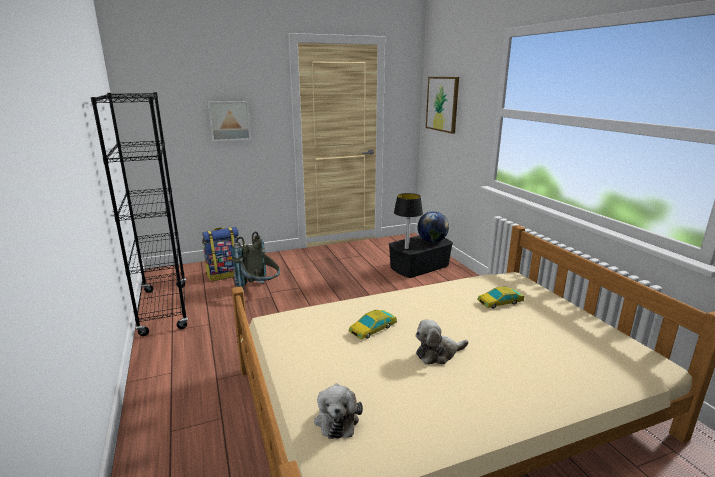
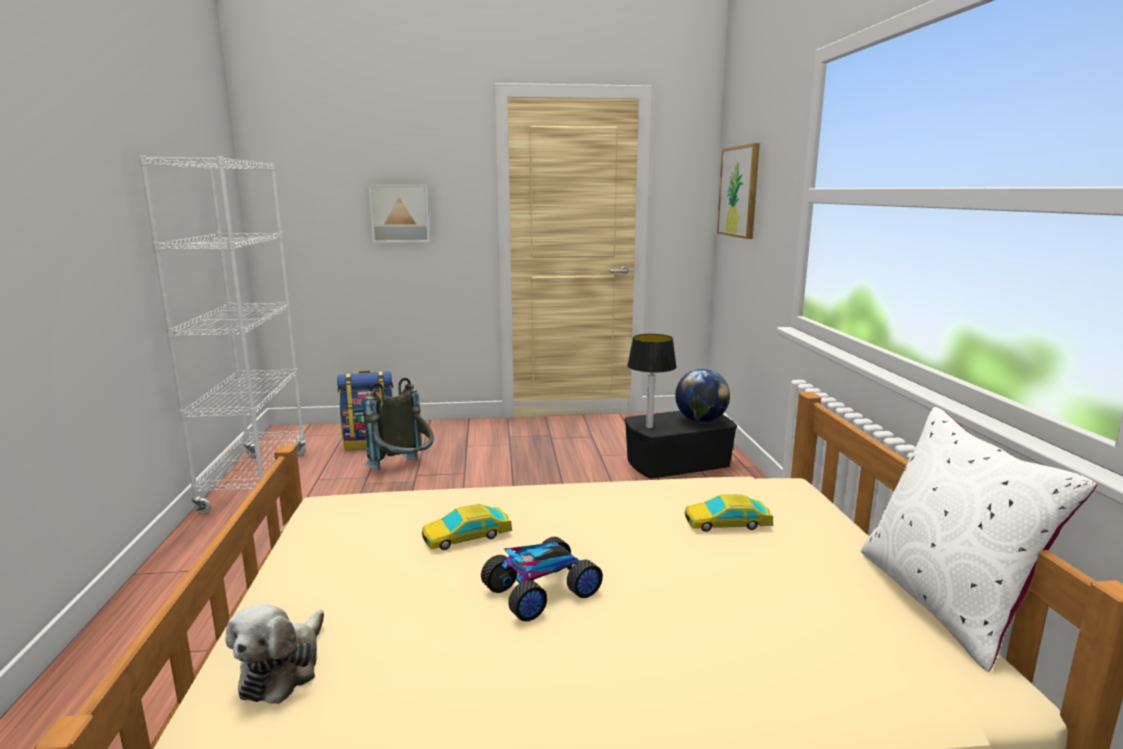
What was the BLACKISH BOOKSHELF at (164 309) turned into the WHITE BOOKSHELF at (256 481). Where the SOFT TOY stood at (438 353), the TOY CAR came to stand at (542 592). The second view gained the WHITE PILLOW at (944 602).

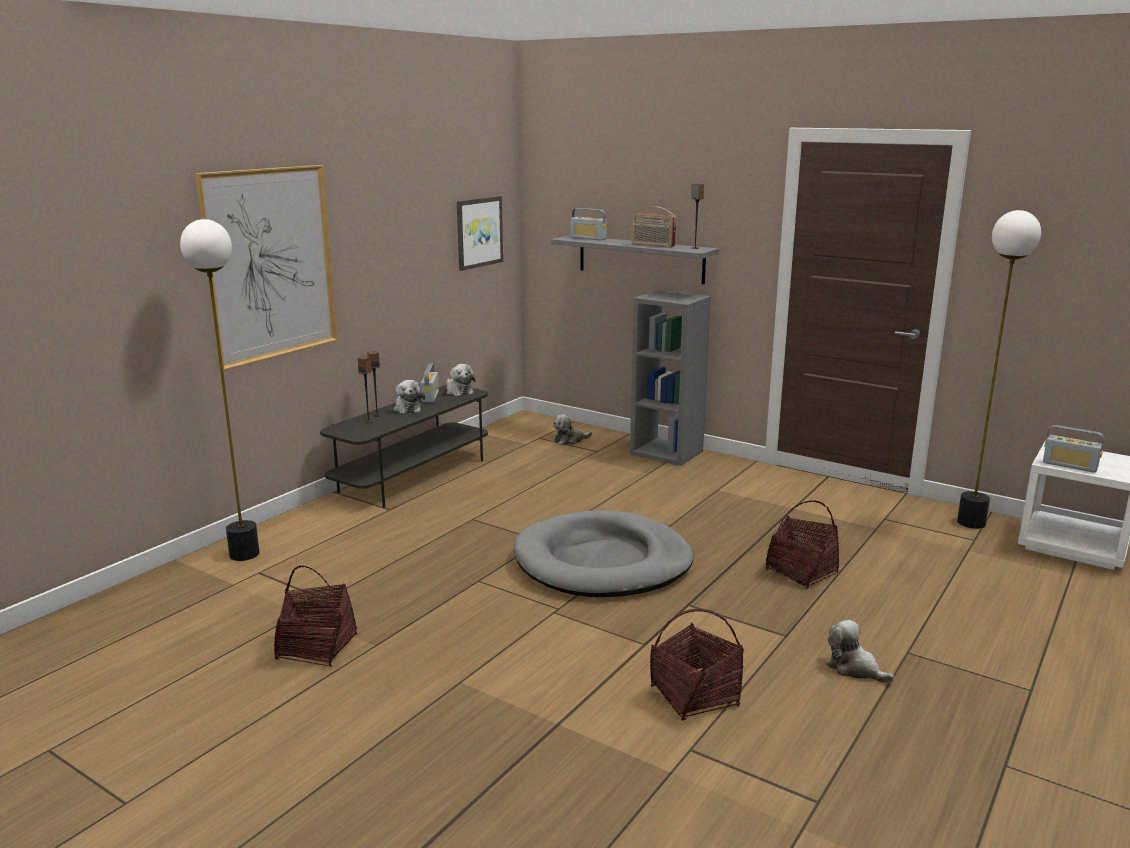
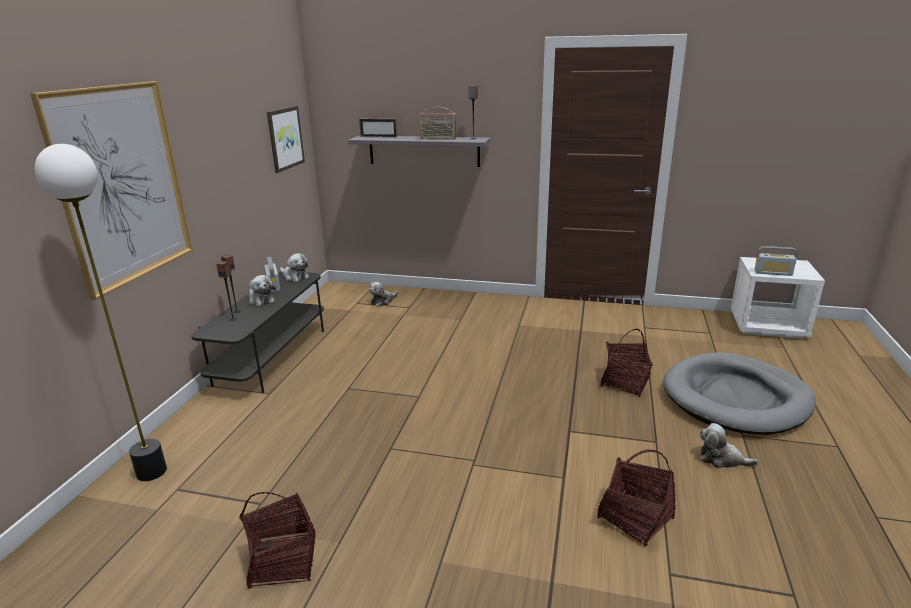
Where the RADIO RECEIVER stood at (588 238), the STANDING FRAME came to stand at (378 137). The second view lost the STANDING LAMP at (971 523). The second view lost the GREYISH BOOKSHELF at (667 452). The GREYISH DOG CUSHION ended up elsewhere, having gone from (603 562) to (736 398).

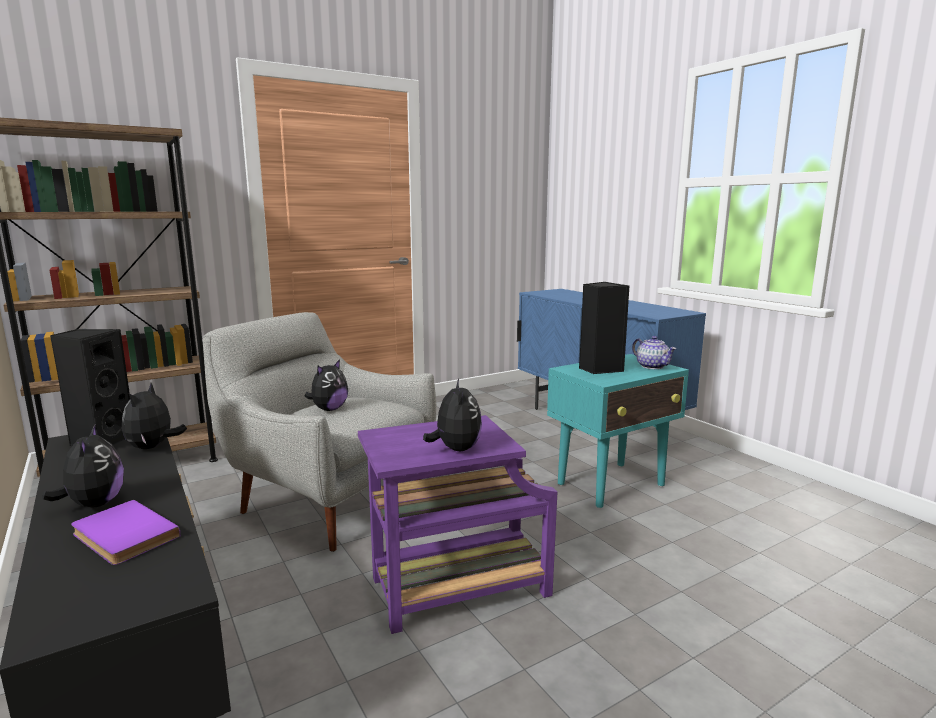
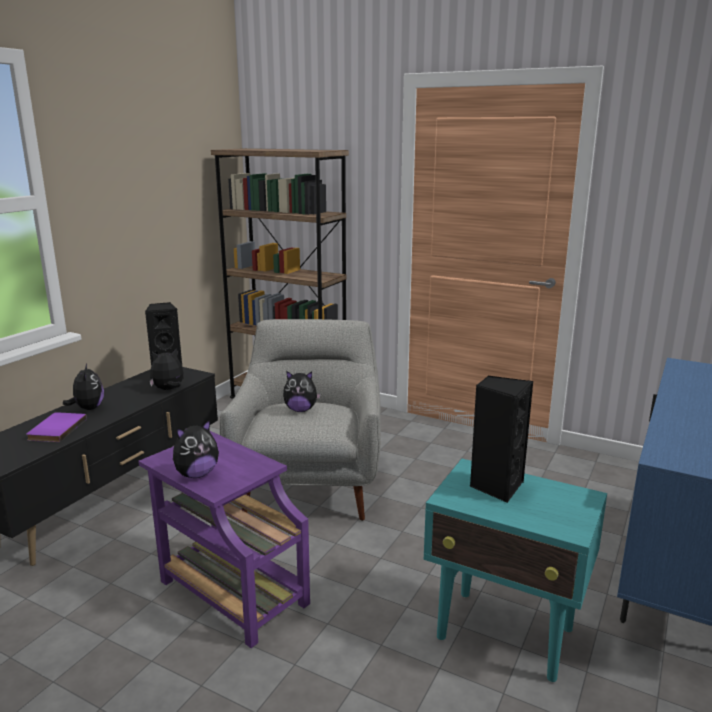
The second view lost the TEAPOT at (652 366). The SOFT TOY at (94 504) ended up facing another way, 60 degrees counterclockwise from before.

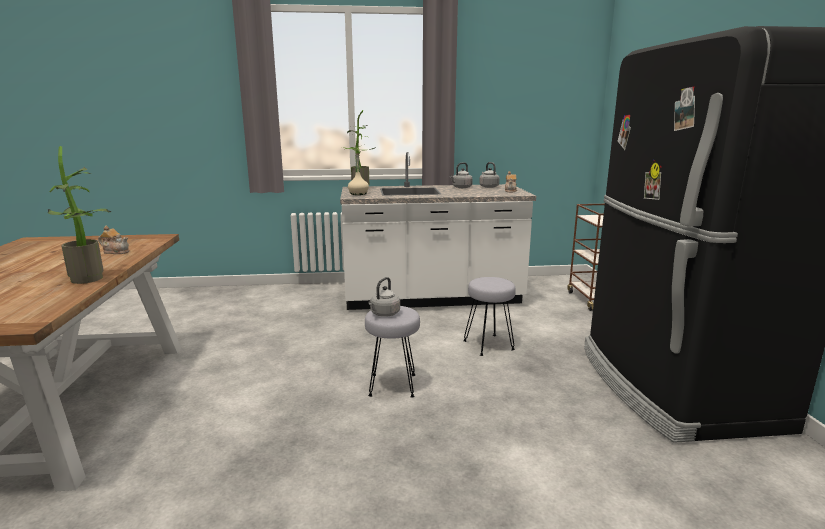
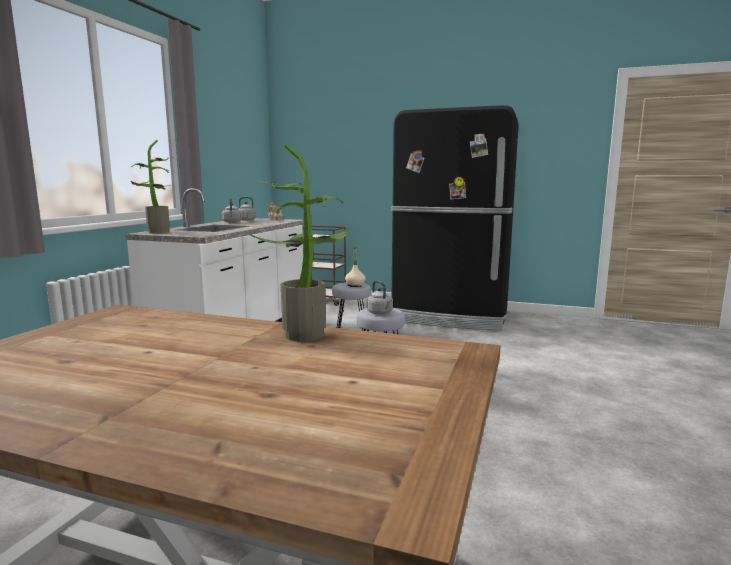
The BEIGE-COLOURED DRINK BOTTLE ended up elsewhere, having gone from (358 194) to (355 285). The second view lost the TEAPOT at (116 251).

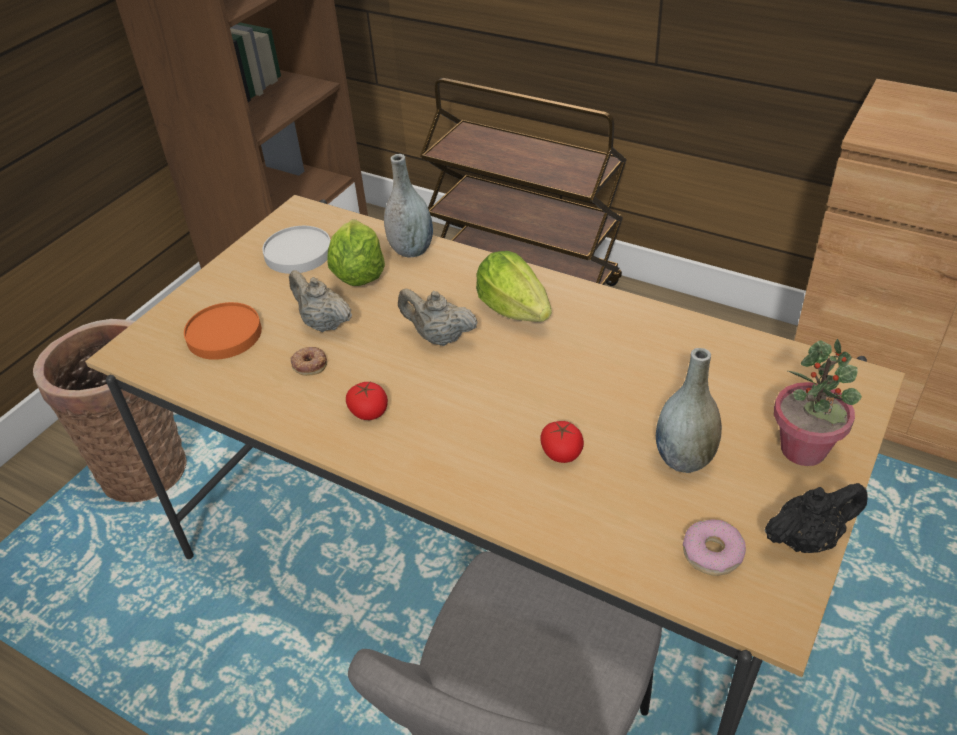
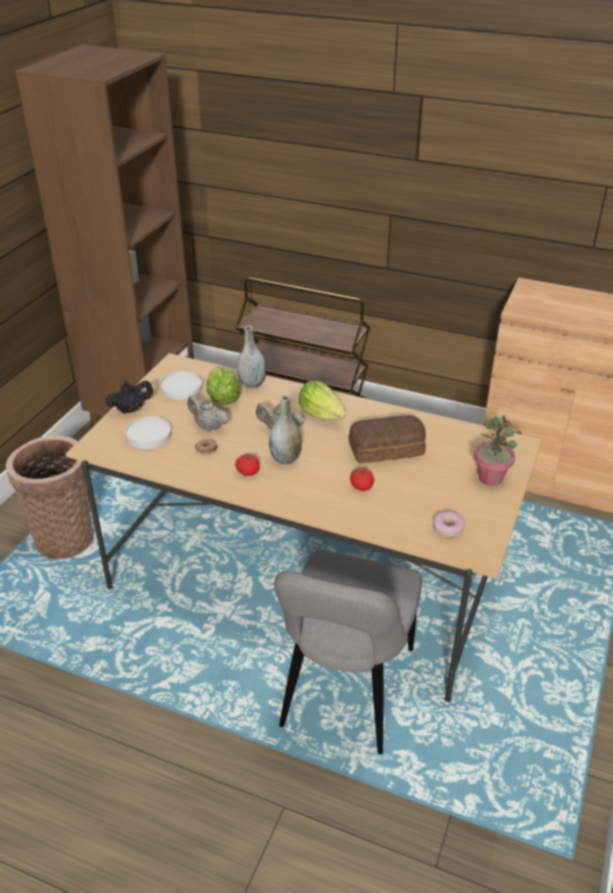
What was the ORANGE DINNER PLATE at (224 334) turned into the WHITE DINNER PLATE at (149 435). The GREYISH VASE ended up elsewhere, having gone from (684 459) to (285 459). The BLACKISH TEAPOT ended up elsewhere, having gone from (807 539) to (131 409). The second view gained the BAKERY BREAD at (387 449).

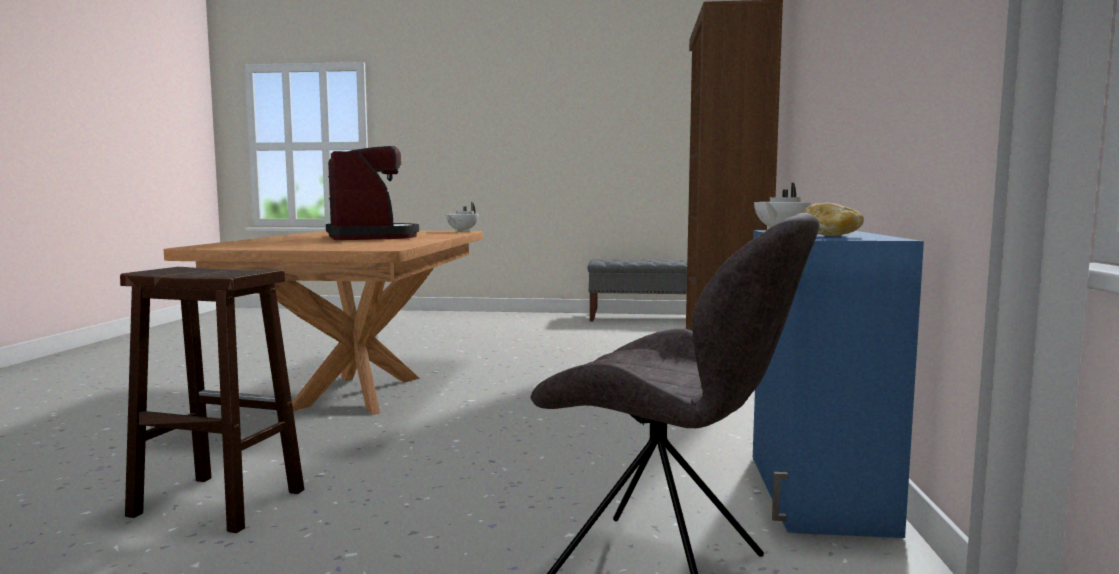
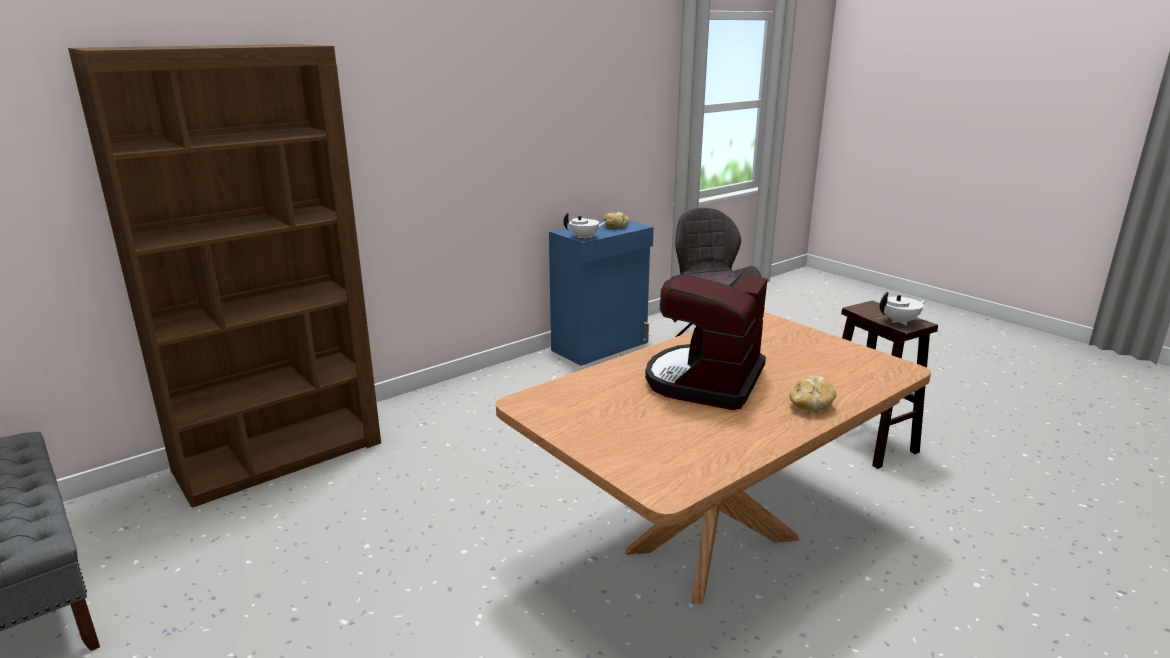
The WHITE TEAPOT ended up elsewhere, having gone from (461 231) to (900 321). The second view gained the BAKERY BREAD at (810 405).

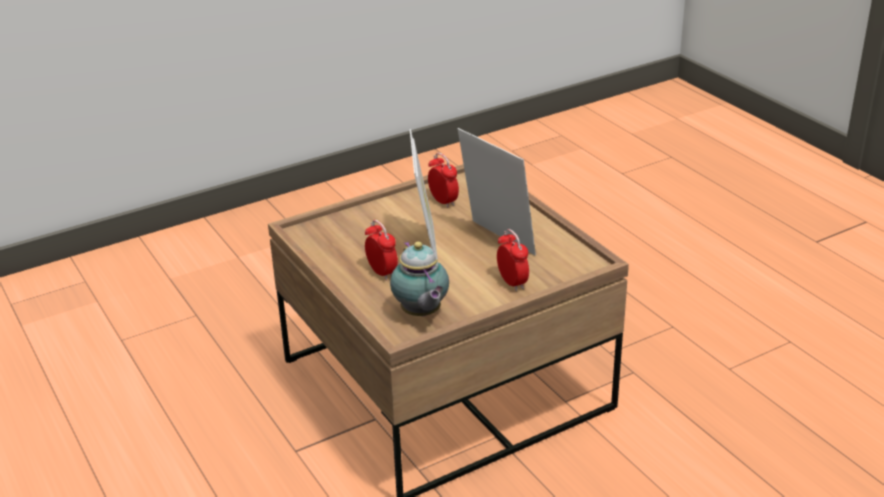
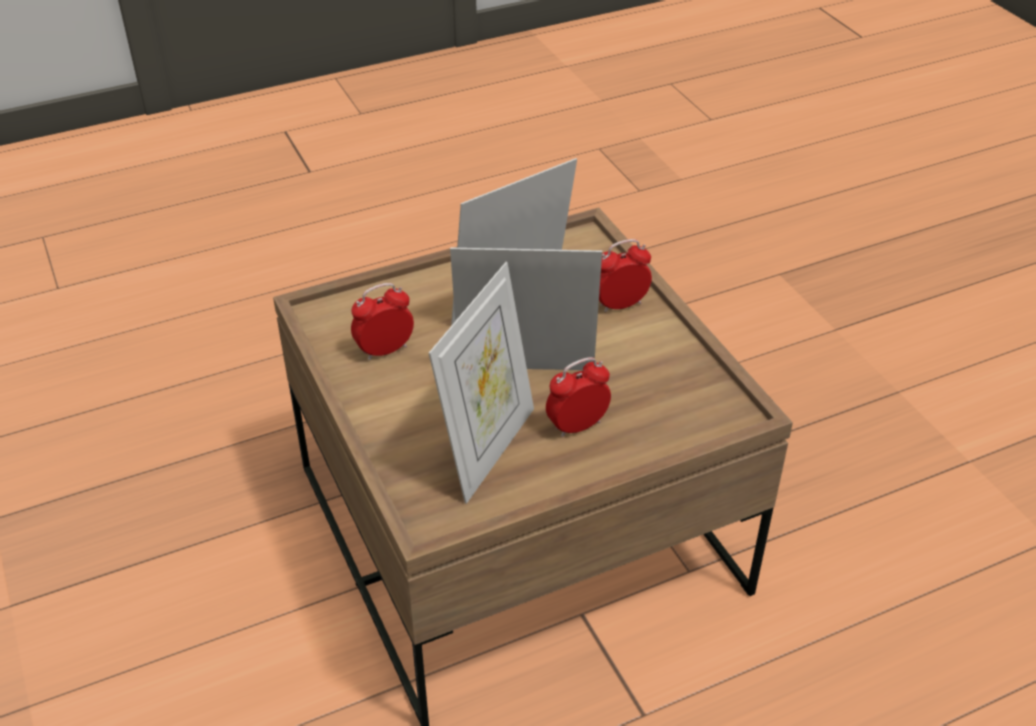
The second view lost the TEAPOT at (421 314). The second view gained the STANDING FRAME at (487 449).

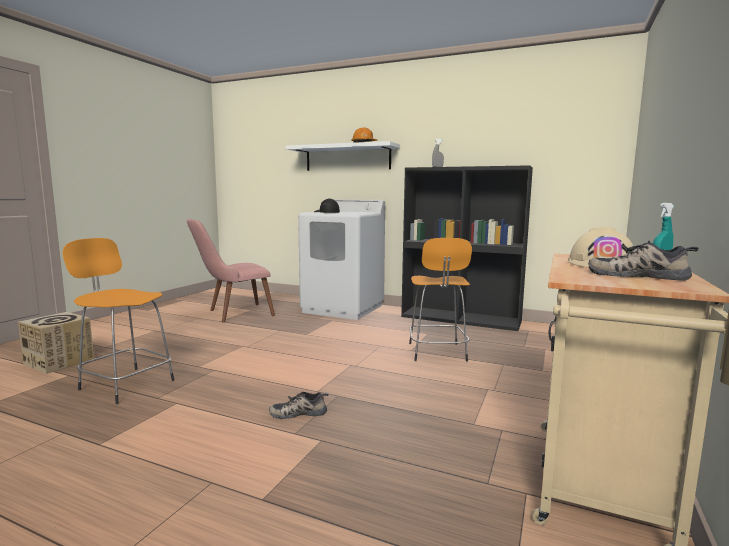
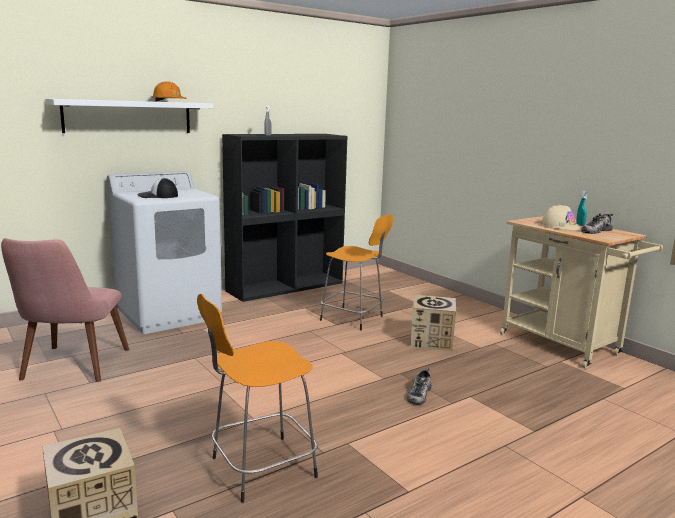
The second view gained the PACKING BOX at (431 341).

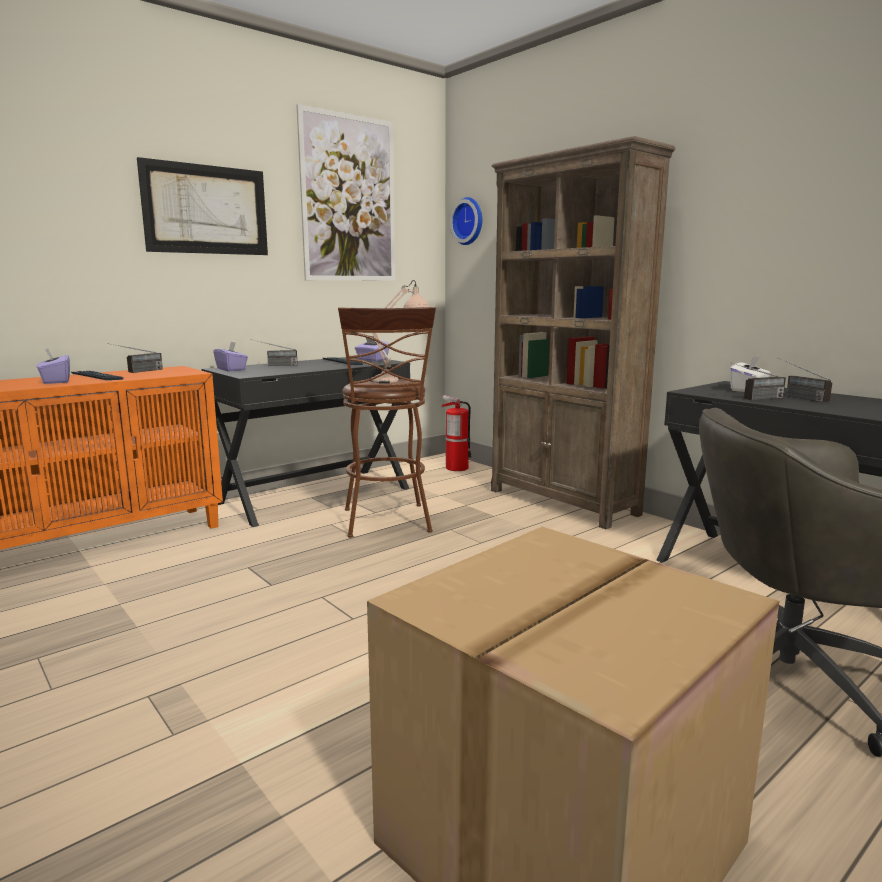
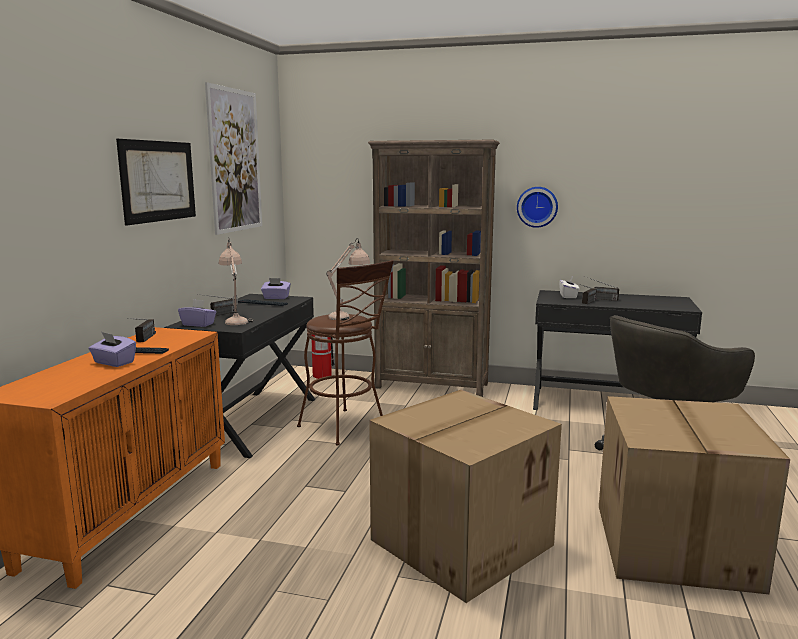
The WALL CLOCK ended up elsewhere, having gone from (469 221) to (537 207). The second view gained the BEIGE-COLOURED LAMP FOR A TABLE at (236 319). The second view gained the PACKING BOX at (461 540).

